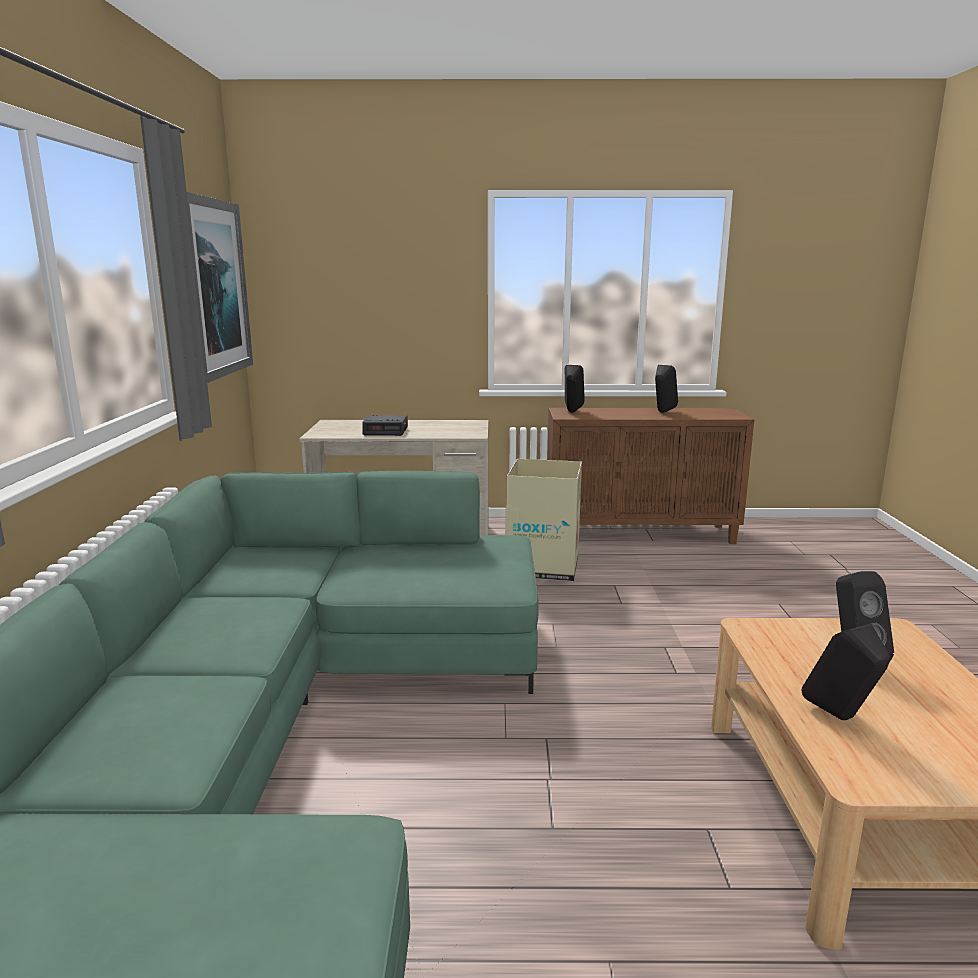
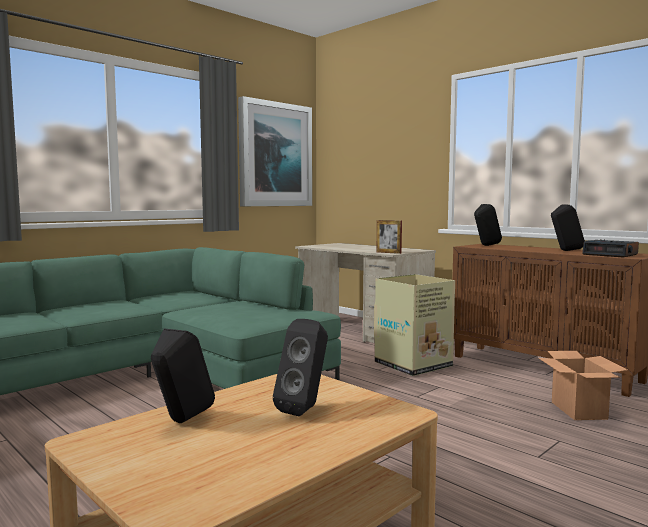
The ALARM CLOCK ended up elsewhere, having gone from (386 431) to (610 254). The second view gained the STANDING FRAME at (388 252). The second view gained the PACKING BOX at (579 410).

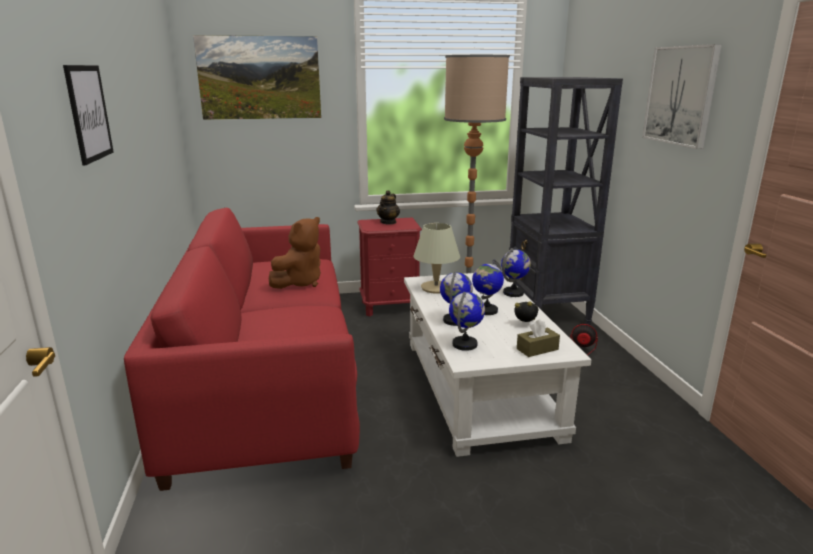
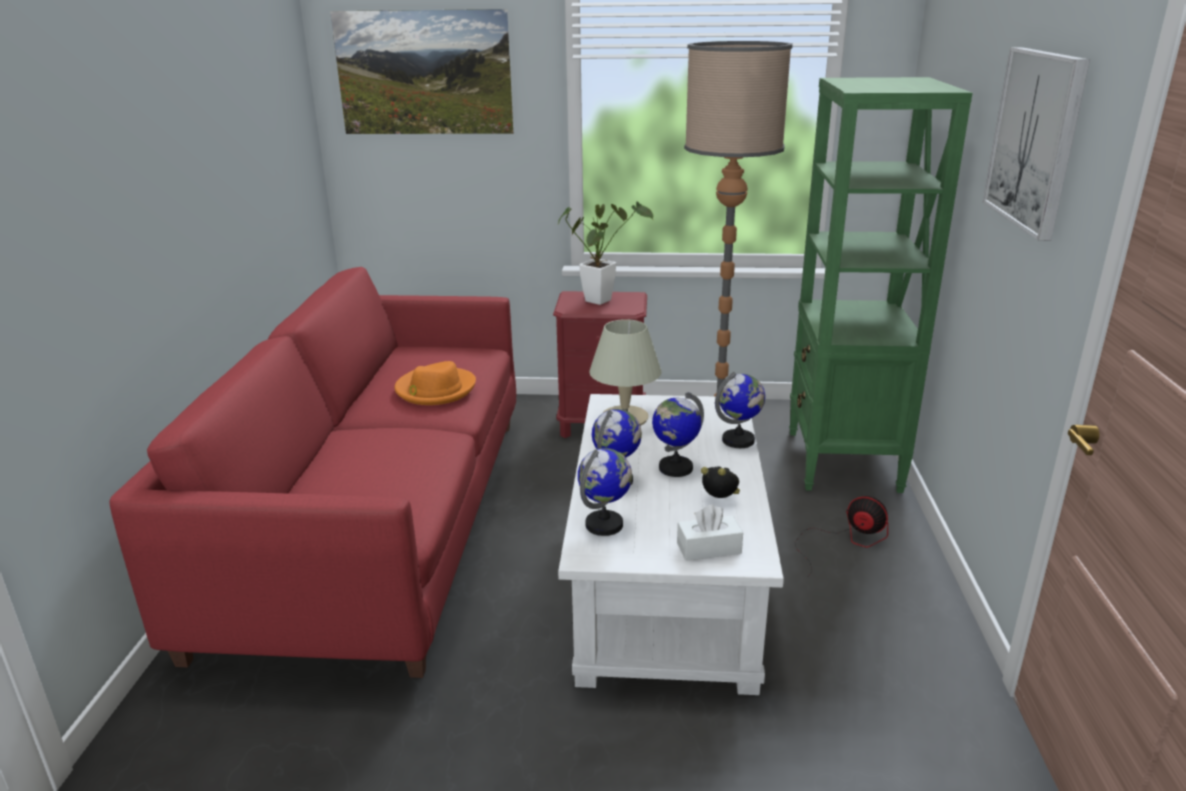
The second view lost the PICTURE at (89 113). What was the BLACKISH BOOKSHELF at (547 312) turned into the GREEN BOOKSHELF at (842 462). Where the TEAPOT stood at (388 222), the POTTED PLANT came to stand at (602 299). Where the BROWN-COLOURED SOFT TOY stood at (300 283), the ORANGE WEARABLE HAT came to stand at (435 389). What was the BROWN-COLOURED TISSUE BOX at (537 349) turned into the WHITE TISSUE BOX at (709 548).

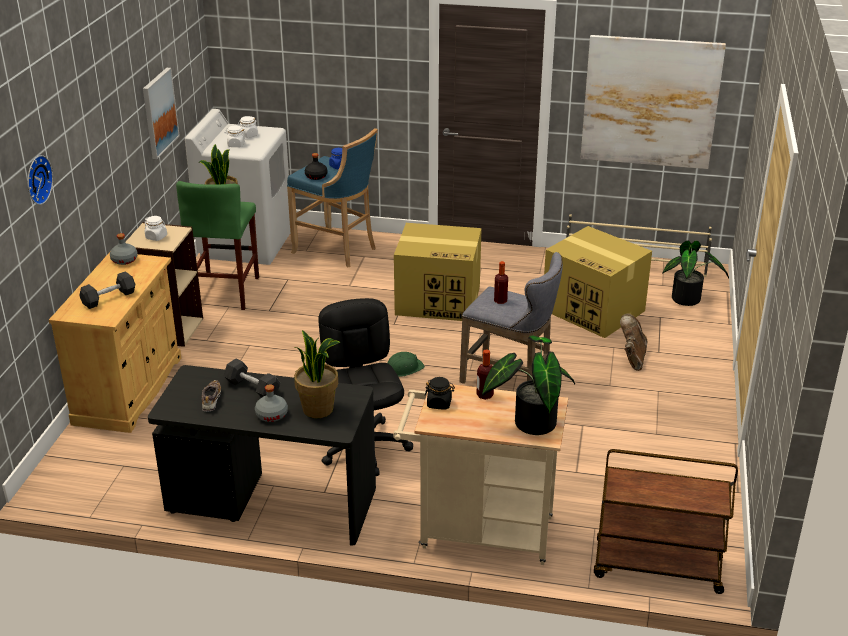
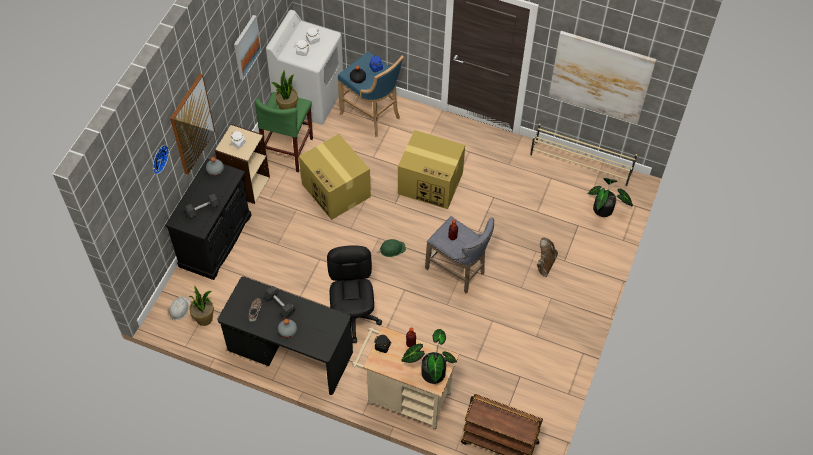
The PACKING BOX ended up elsewhere, having gone from (594 310) to (336 191). What was the BEIGE-COLOURED CABINET at (129 390) turned into the BLACKISH CABINET at (216 241). The POTTED PLANT ended up elsewhere, having gone from (318 409) to (204 318). The second view gained the PICTURE at (192 124). The second view gained the WHITE SAFETY HELMET at (179 309).

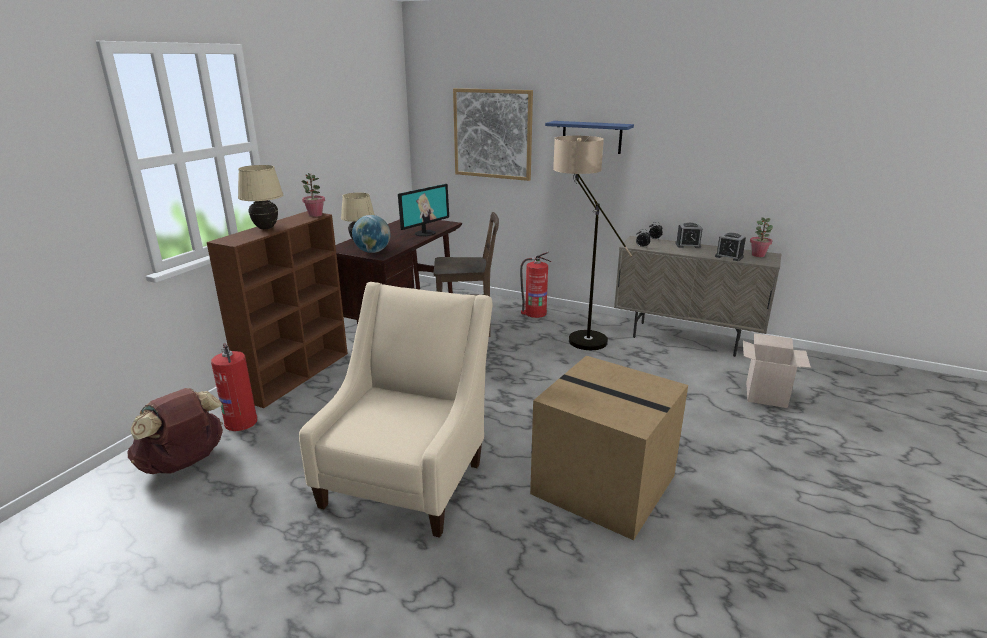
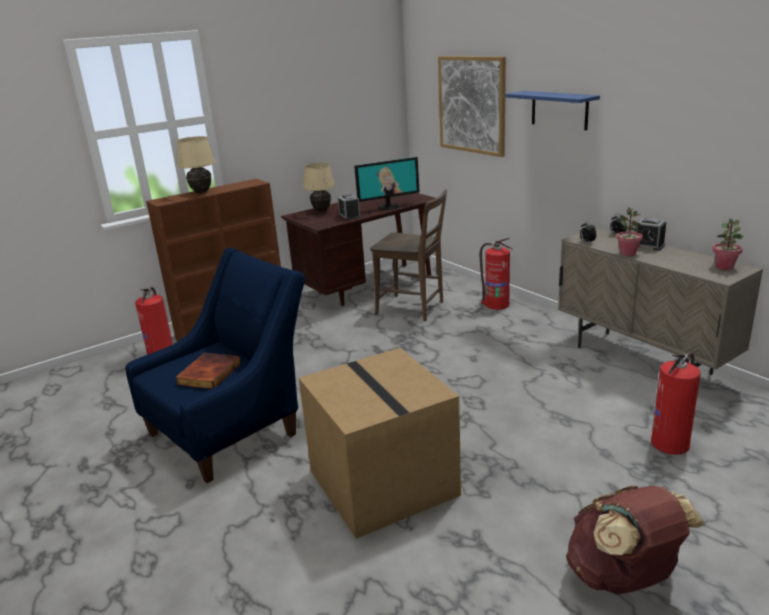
The second view lost the STANDING LAMP at (577 336). The POTTED PLANT ended up elsewhere, having gone from (315 215) to (627 253). The second view lost the WORLD GLOBE at (373 252). The ALARM CLOCK ended up elsewhere, having gone from (729 257) to (349 216). What was the BEIGE-COLOURED EASY CHAIR at (408 477) turned into the BLUISH EASY CHAIR at (232 429). Where the PACKING BOX stood at (766 395), the EXTINGUISHER came to stand at (671 443). The BROWN-COLOURED RUCKSACK ended up elsewhere, having gone from (184 463) to (623 578). The second view gained the BOUND BOOK at (208 373).

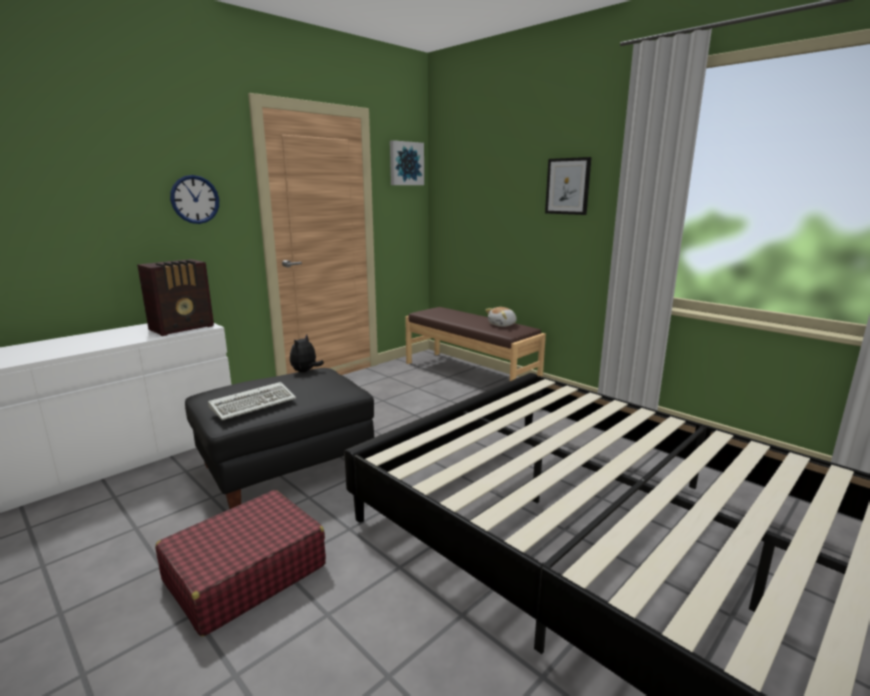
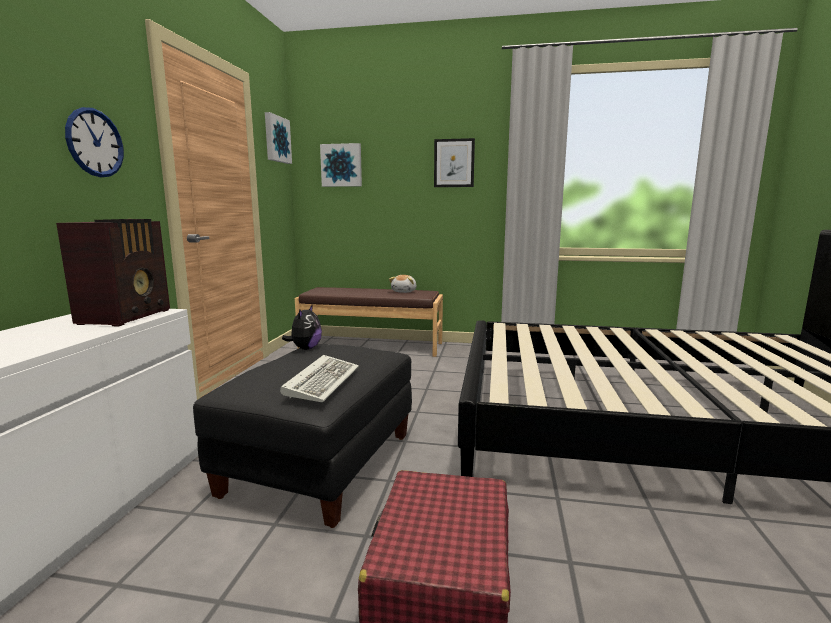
The SOFT TOY at (305 371) ended up facing another way, 150 degrees counterclockwise from before. The second view gained the PICTURE at (341 165).

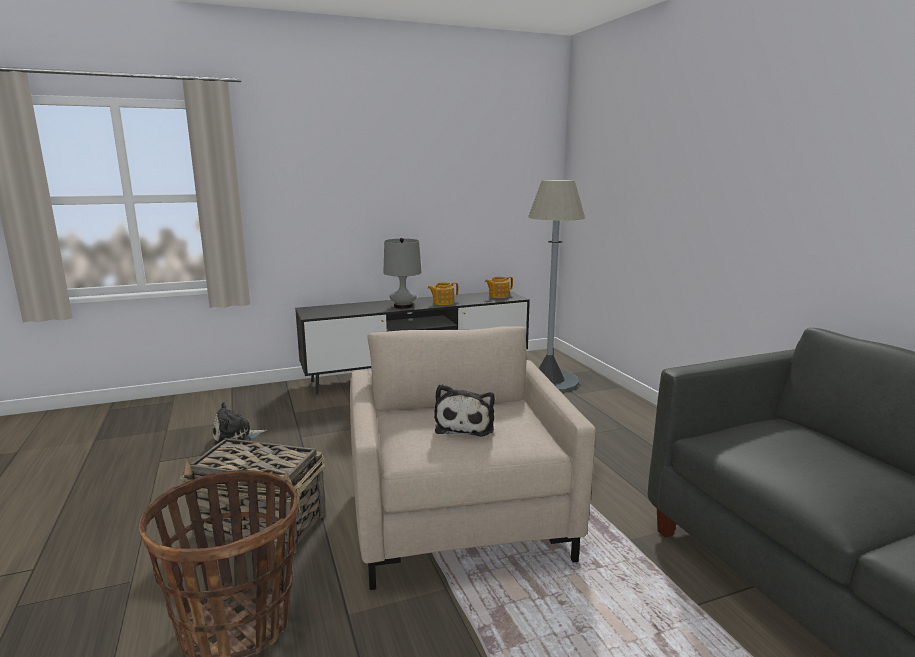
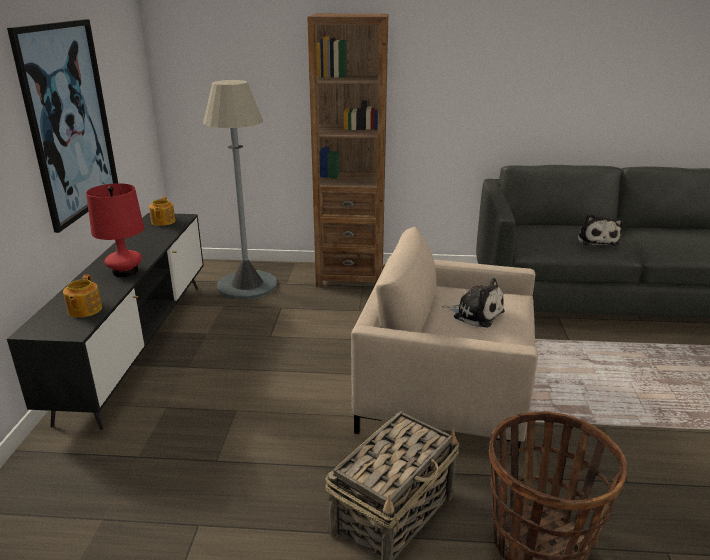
What was the GREYISH LAMP FOR A TABLE at (403 306) turned into the RED LAMP FOR A TABLE at (125 271). The TEAPOT ended up elsewhere, having gone from (442 302) to (84 310). The SOFT TOY ended up elsewhere, having gone from (236 437) to (596 240). The second view gained the BROWN-COLOURED BOOKSHELF at (350 276). The second view gained the PICTURE at (69 122).

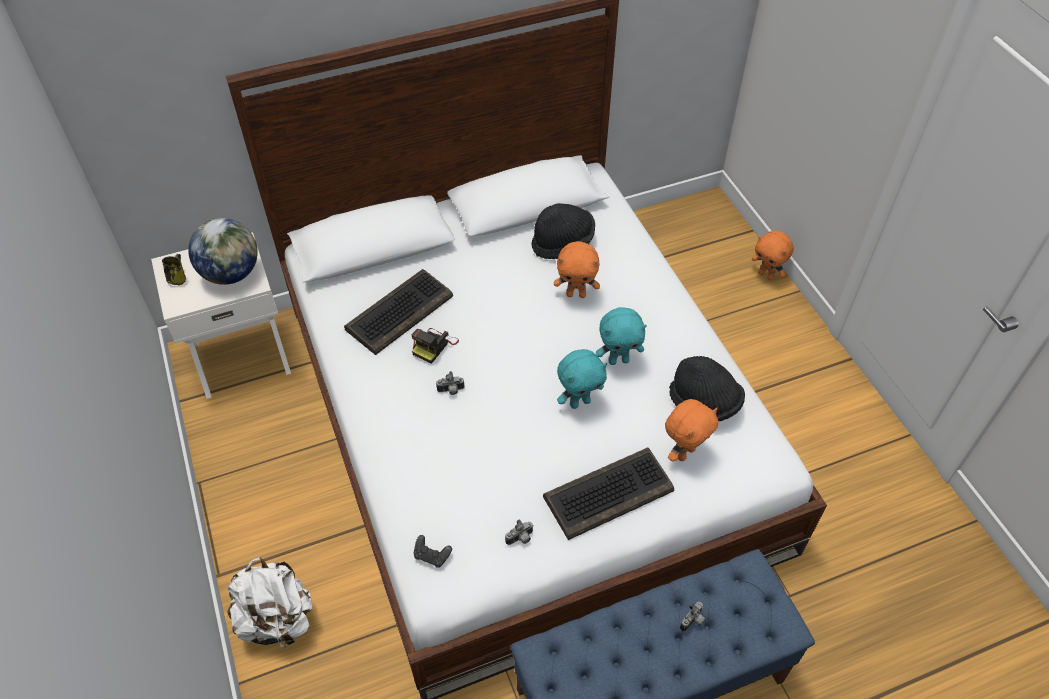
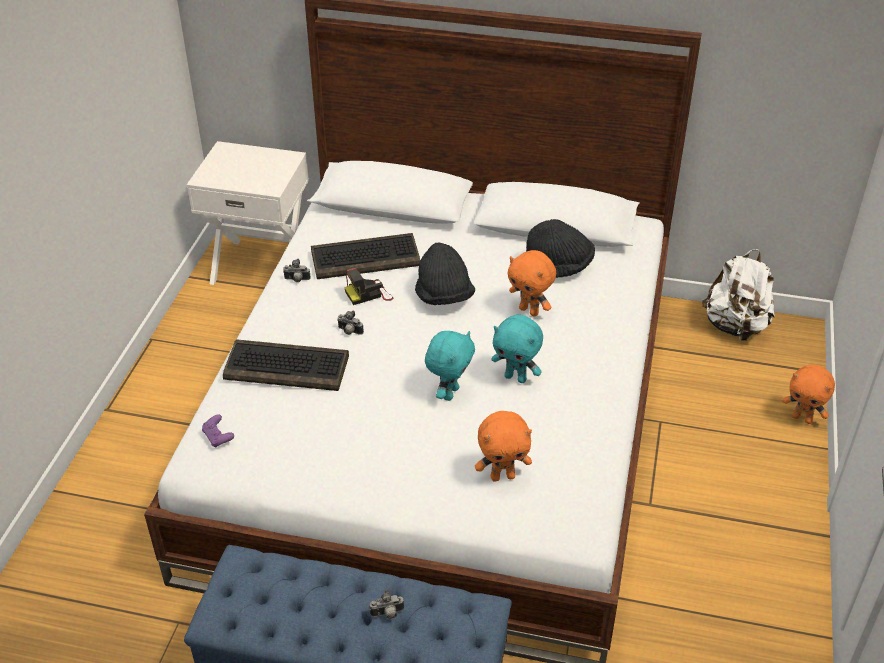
The second view lost the WORLD GLOBE at (231 273). The ORANGE SOFT TOY at (766 275) ended up facing another way, 45 degrees counterclockwise from before. The second view lost the MUG at (178 278). The TURQUOISE SOFT TOY at (579 402) ended up facing another way, 75 degrees counterclockwise from before. The BLACKISH WEARABLE HAT ended up elsewhere, having gone from (704 403) to (444 296). The KEYBOARD ended up elsewhere, having gone from (609 493) to (288 367). The PHOTO CAMERA ended up elsewhere, having gone from (520 539) to (297 280). What was the BLACKISH JOYPAD at (432 555) turned into the PURPLE-COLOURED JOYPAD at (218 437). The WHITE RUCKSACK ended up elsewhere, having gone from (277 619) to (735 326).

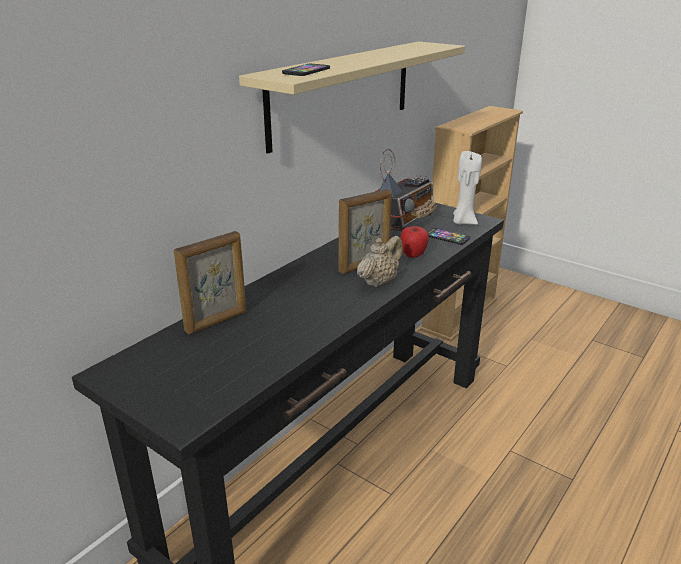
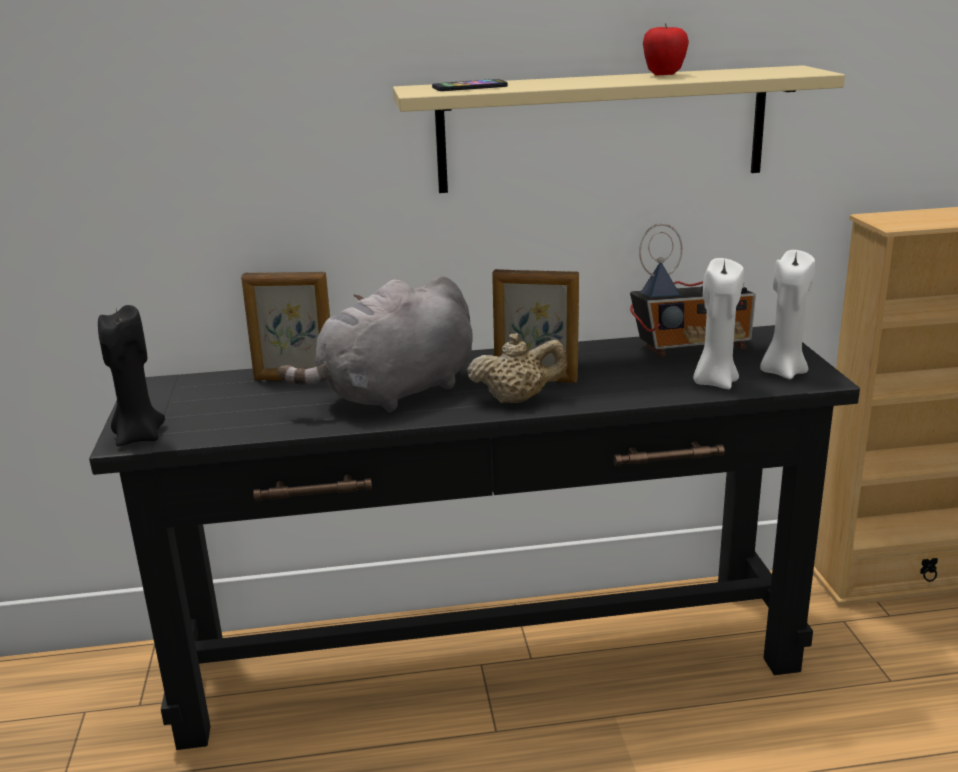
The APPLE FRUIT ended up elsewhere, having gone from (413 255) to (664 75). Where the PHONE stood at (447 237), the WHITE CANDLE came to stand at (714 382). The second view gained the GREYISH SOFT TOY at (394 394). The second view gained the BLACKISH CANDLE at (138 437).

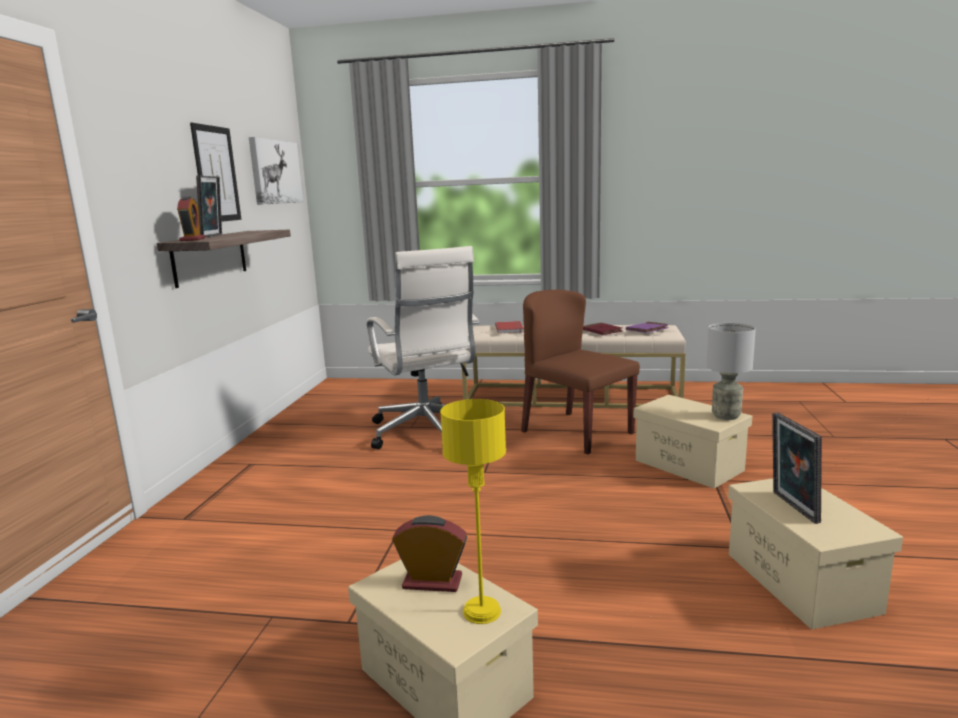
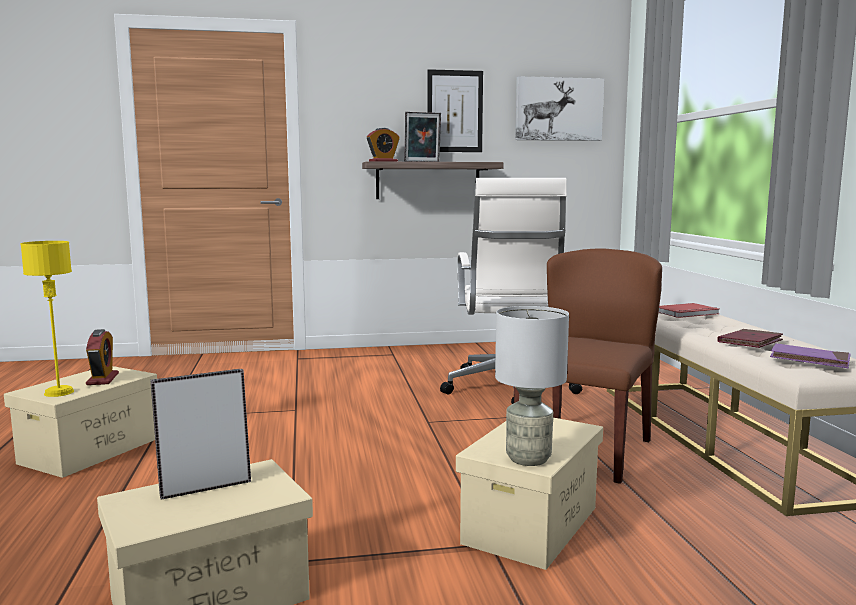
The WHITE DESK CHAIR at (426 432) ended up facing another way, 45 degrees counterclockwise from before.

